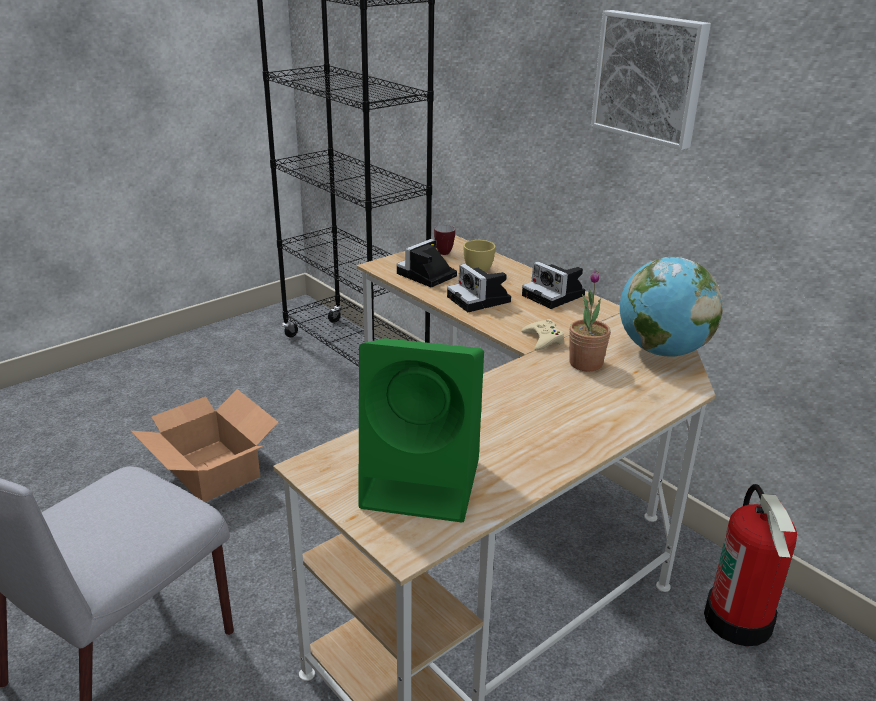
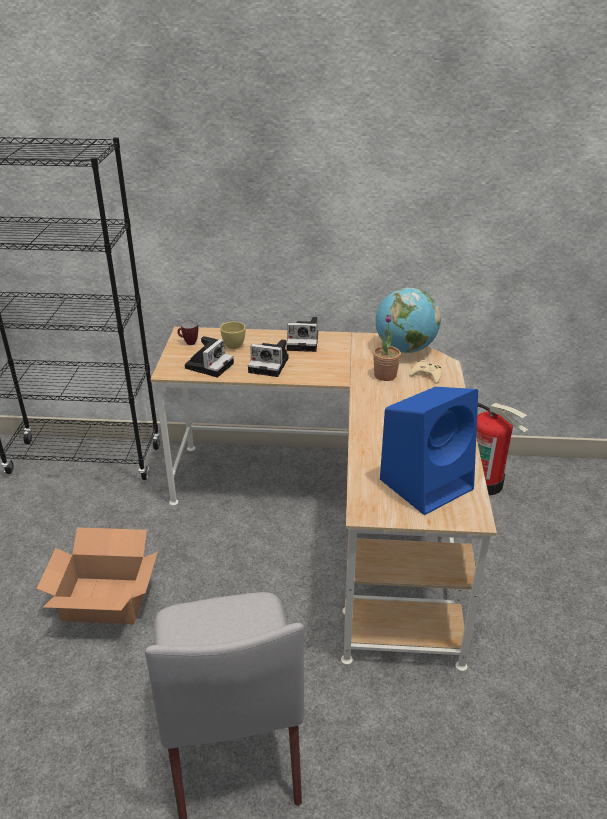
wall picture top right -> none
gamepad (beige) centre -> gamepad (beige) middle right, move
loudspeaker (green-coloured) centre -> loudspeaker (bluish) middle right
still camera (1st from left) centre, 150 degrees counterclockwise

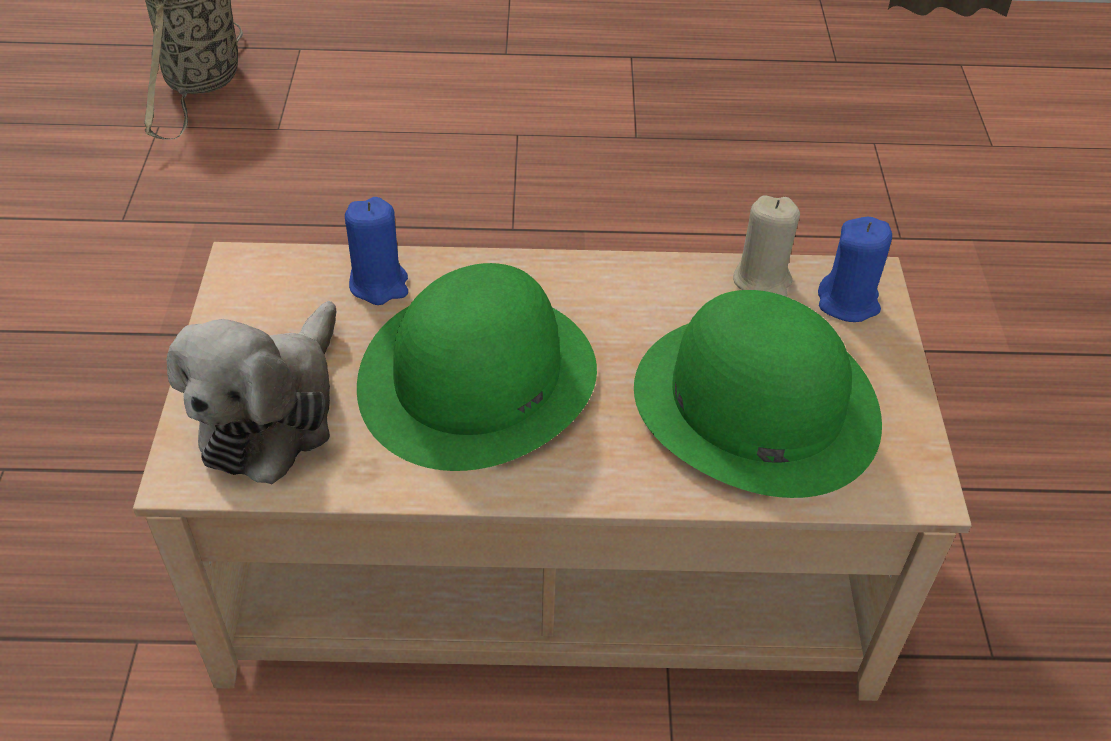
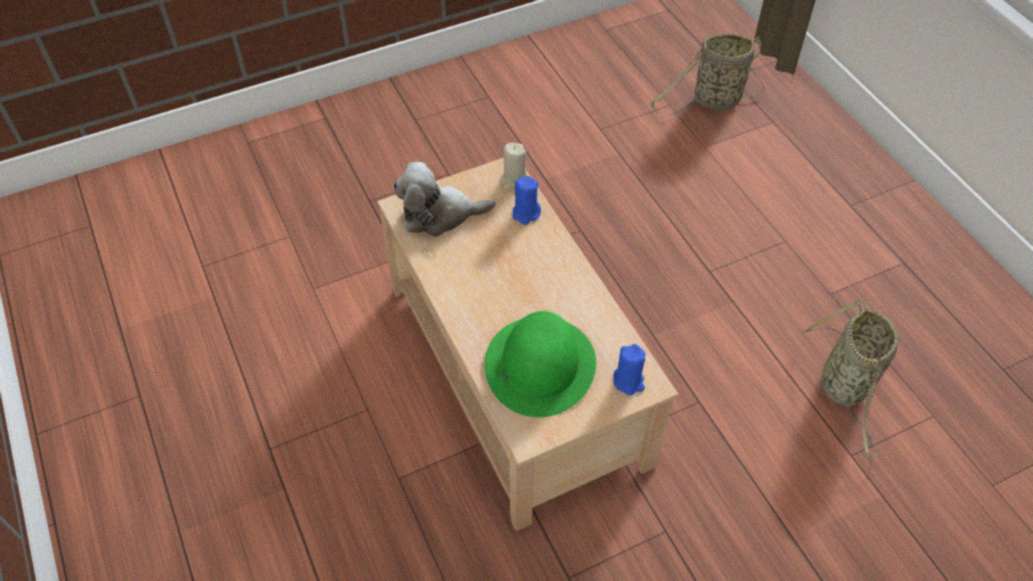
wearable hat (green-coloured) (1st from left) centre -> none
none -> household basket (2nd from left) middle right
wax candle (beige) top right -> wax candle (beige) top centre, move

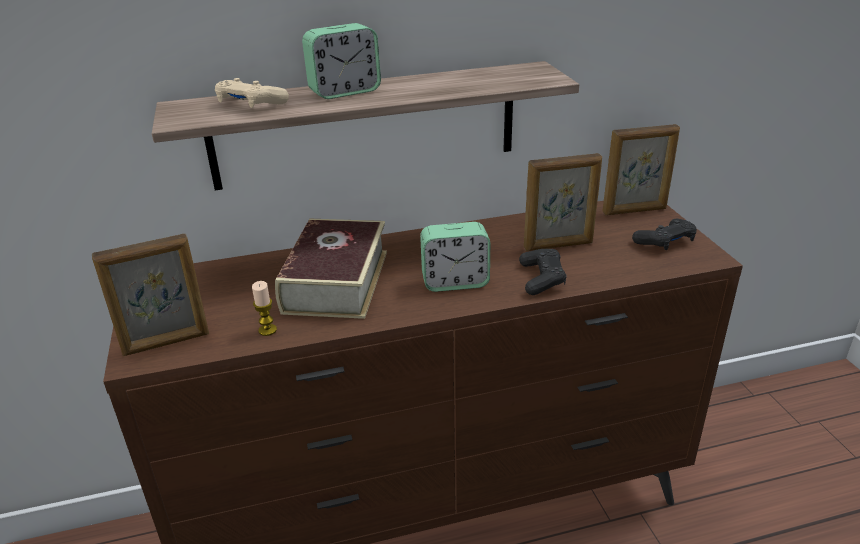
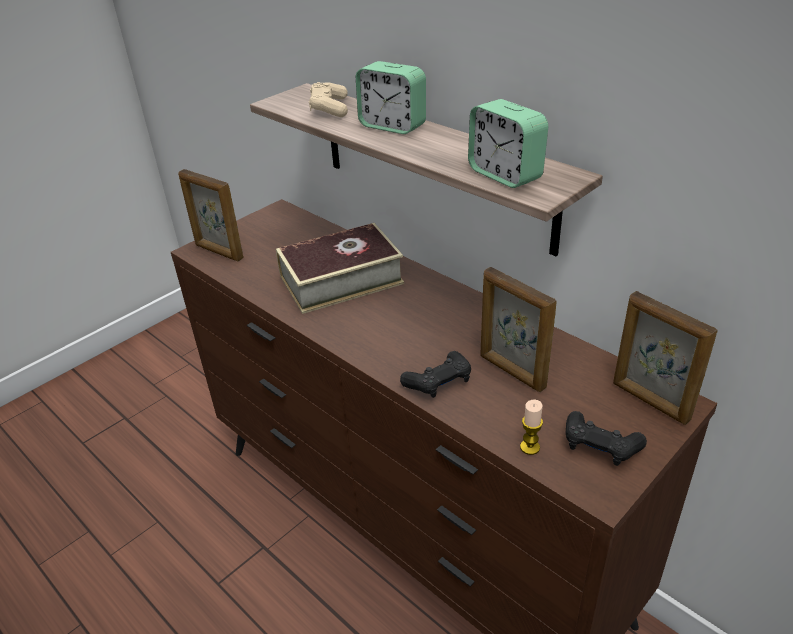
wax candle middle left -> wax candle bottom right, move
bedside clock (2nd from left) centre -> bedside clock (2nd from left) top centre, move

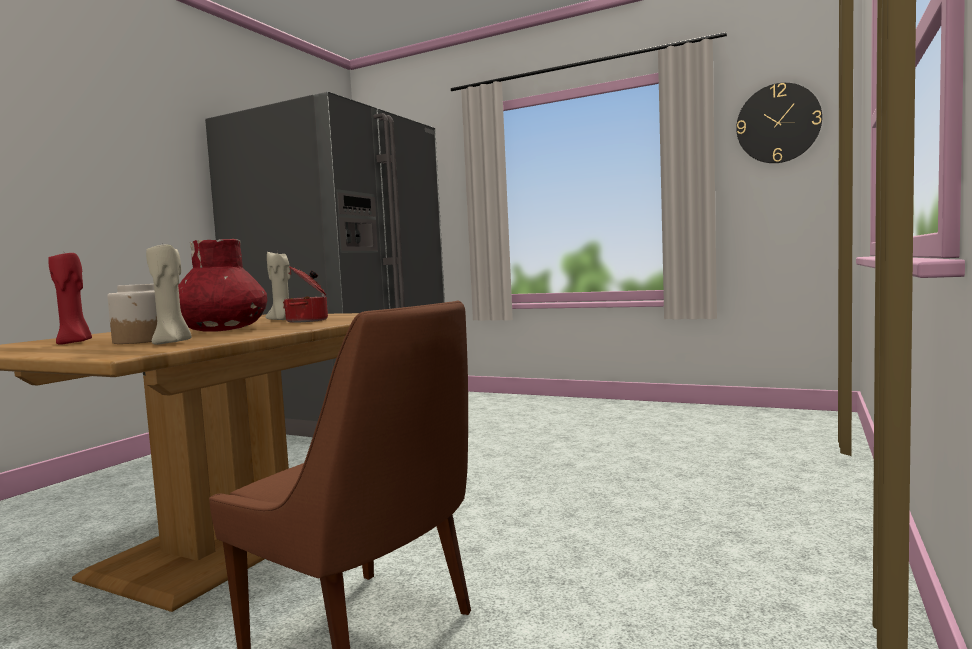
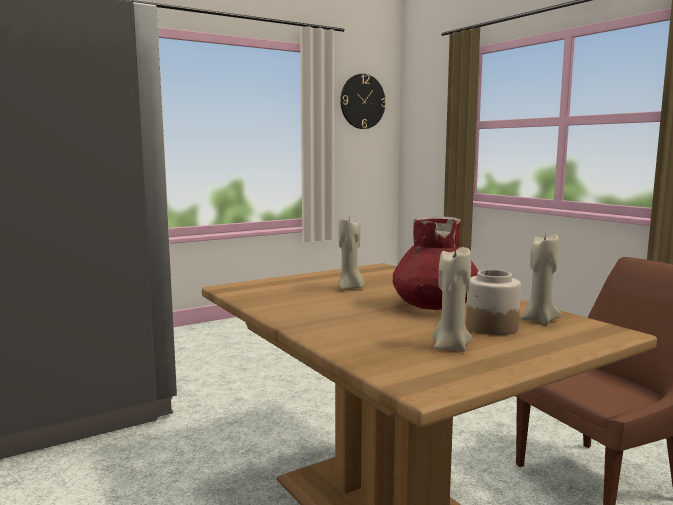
stockpot middle left -> none
wax candle (reddish) middle left -> wax candle (beige) (2nd from left) middle right

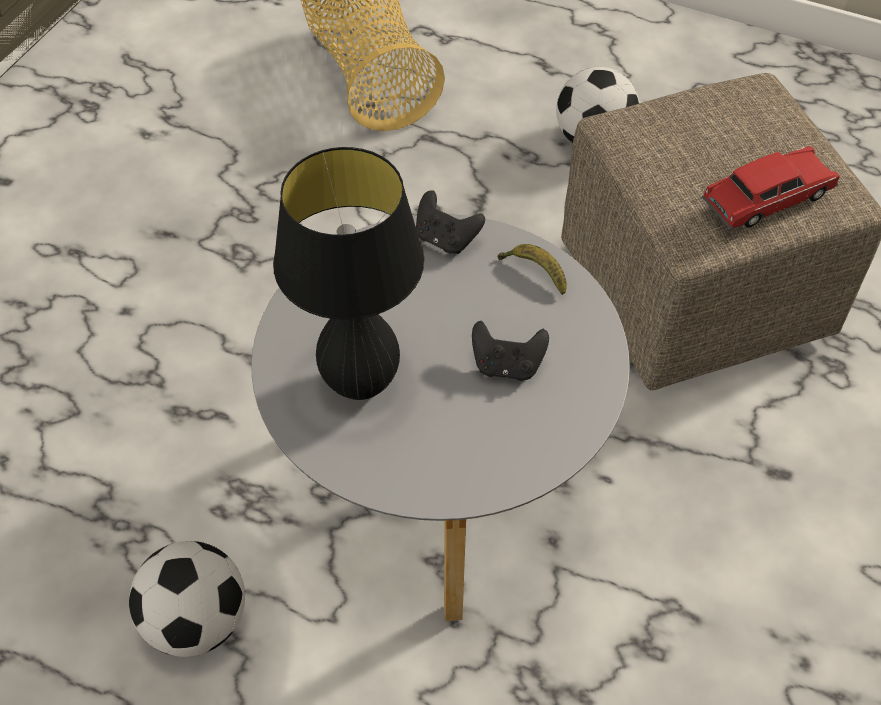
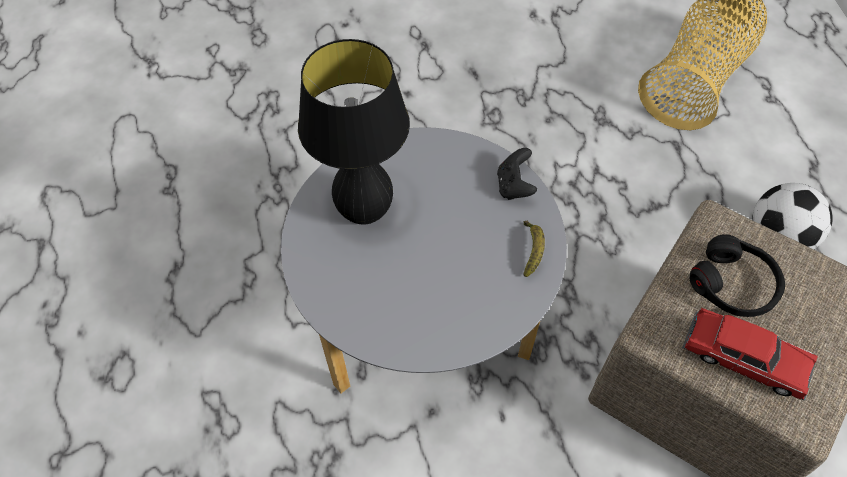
football (1st from left) bottom left -> none
gamepad (blackish) (2nd from left) centre -> none
none -> headphones (blackish) middle right

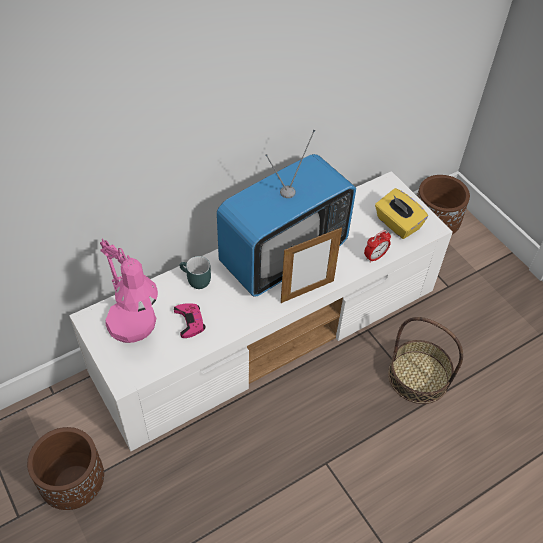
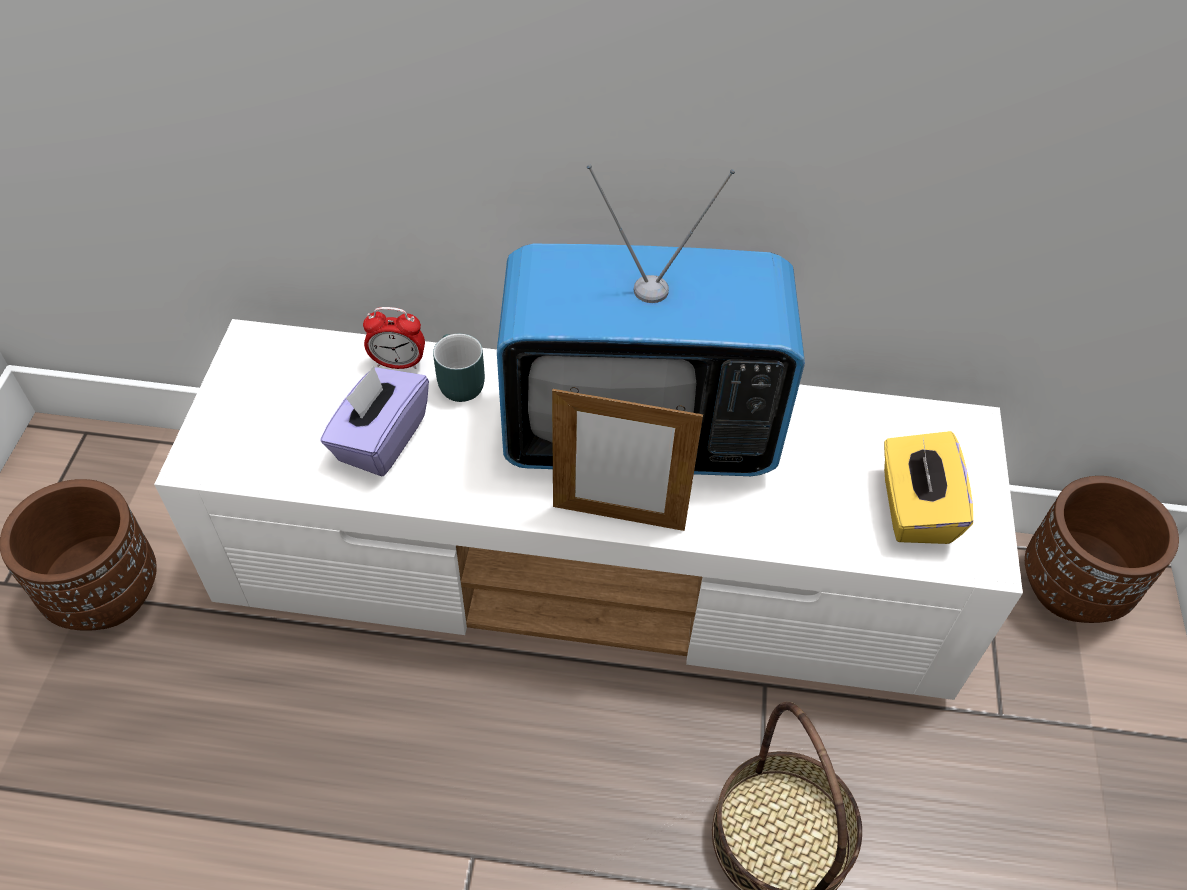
lamp for a table (pink) middle left -> none
bedside clock middle right -> bedside clock middle left, move
gamepad (pink) centre -> tissue box (purple) middle left

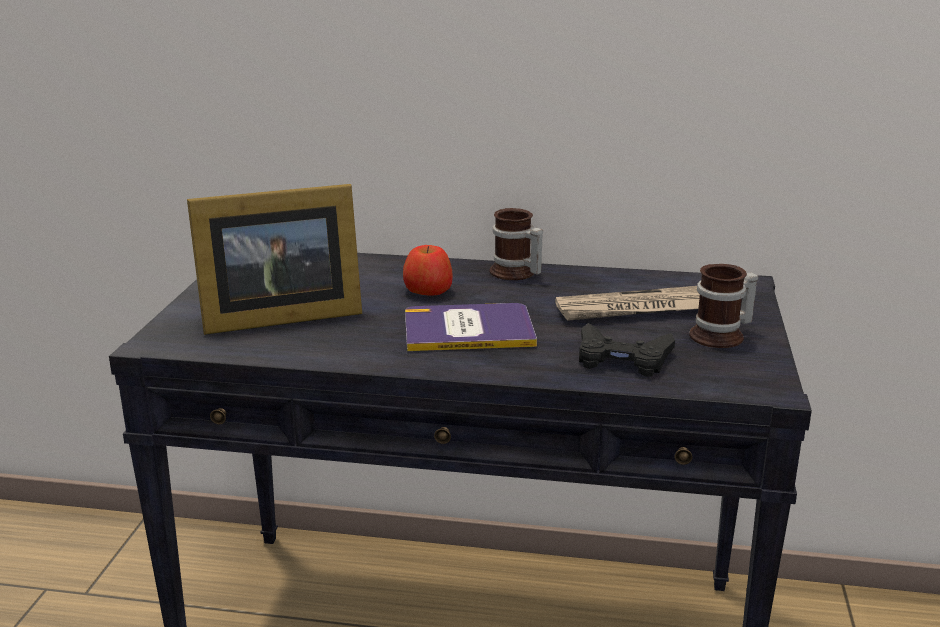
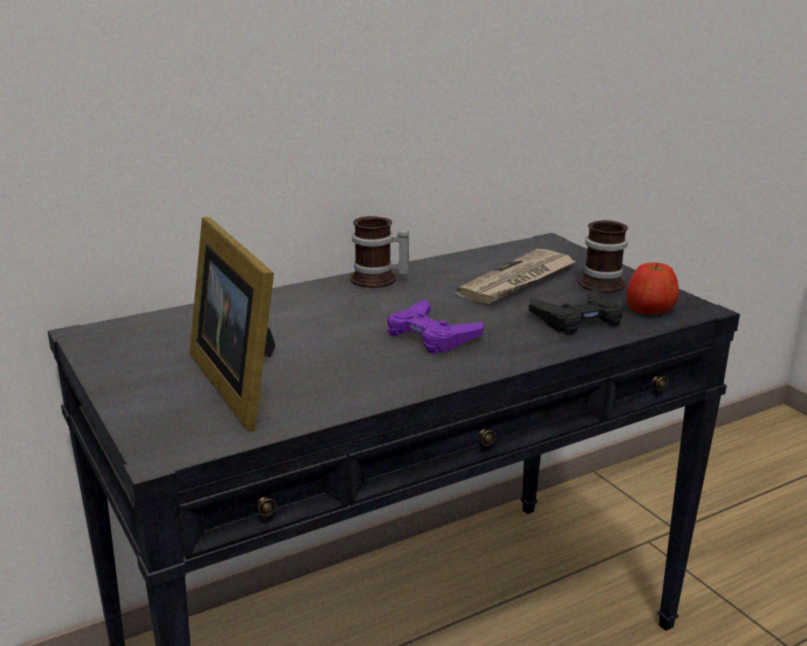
apple centre -> apple middle right, move
book centre -> gamepad (purple) centre
standing frame middle left, 120 degrees clockwise

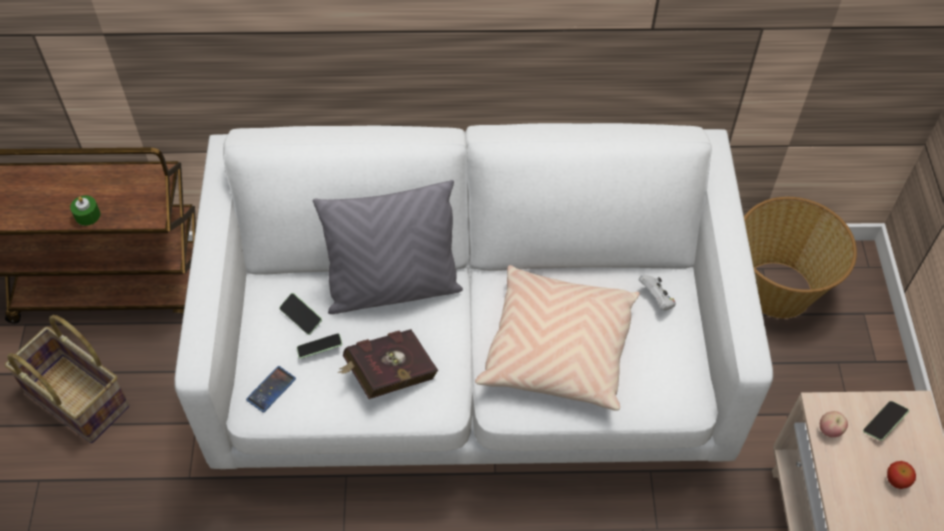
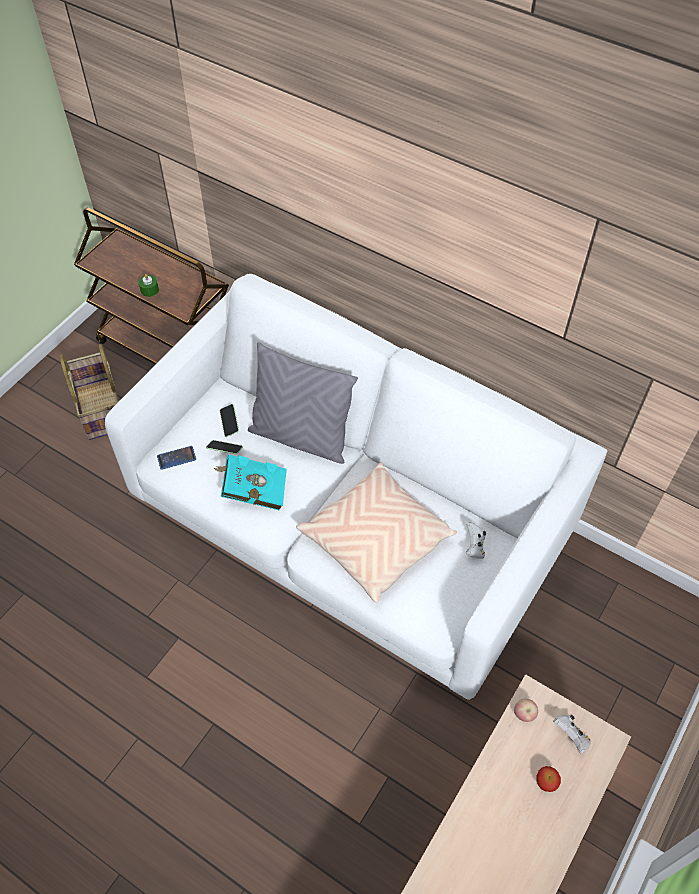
household basket (2nd from left) middle right -> none
phone (4th from left) bottom right -> gamepad (whitish) (2nd from left) bottom right
book (reddish) bottom centre -> book (blue-green) centre

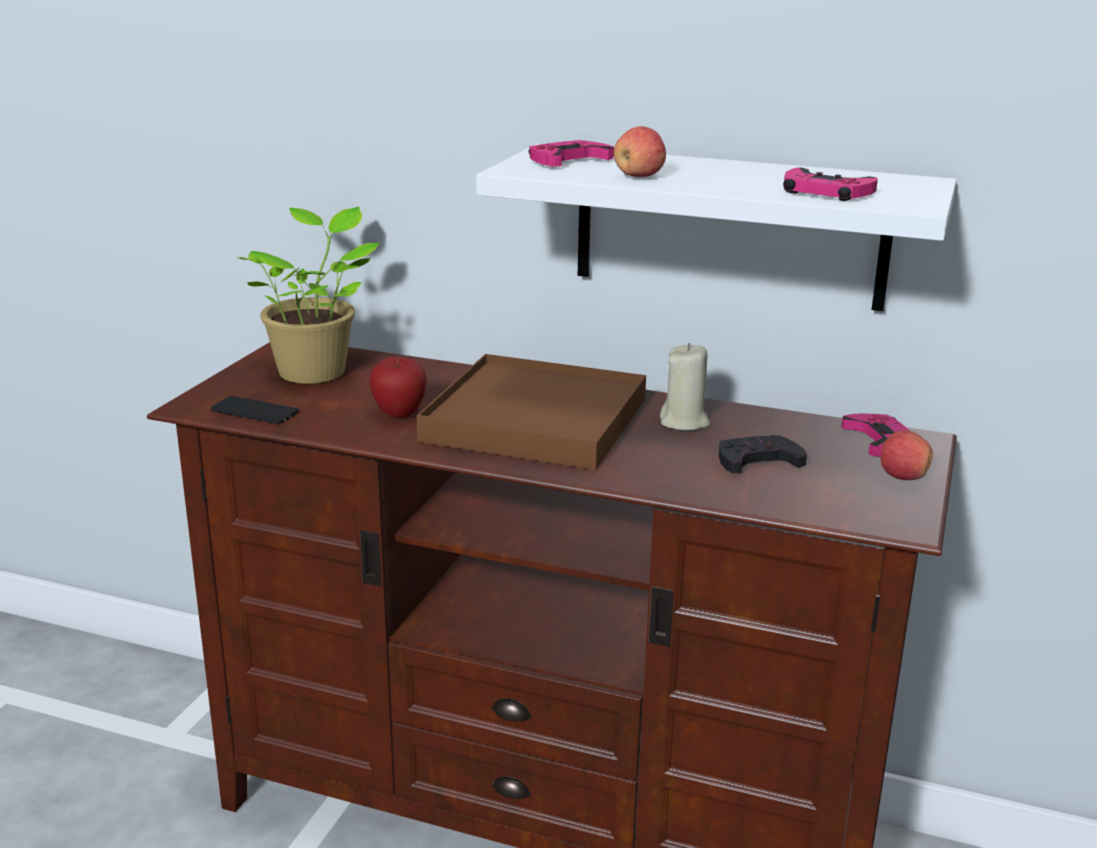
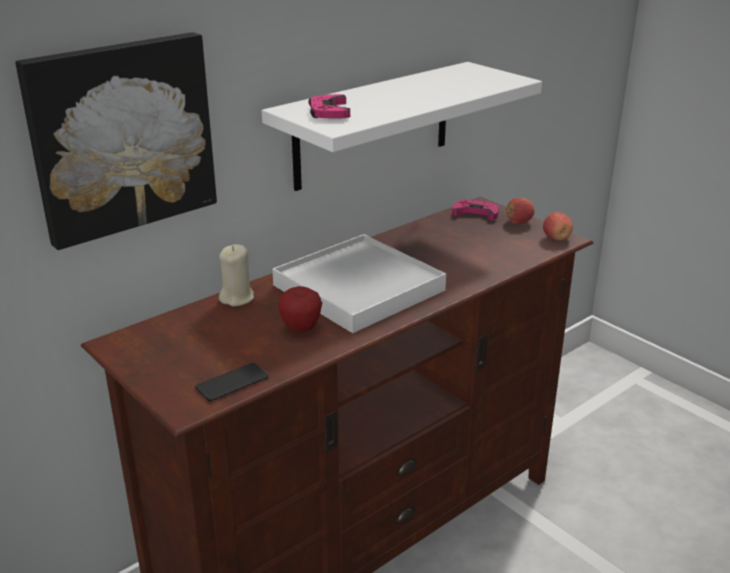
potted plant middle left -> none
gamepad (blackish) middle right -> none
gamepad (pink) (2nd from left) top right -> none
none -> wall picture top left
apple (2nd from left in the first image) top centre -> apple (3rd from left) middle right, move
wax candle (beige) centre -> wax candle (beige) middle left, move
tray (brownish) centre -> tray (whitish) centre

